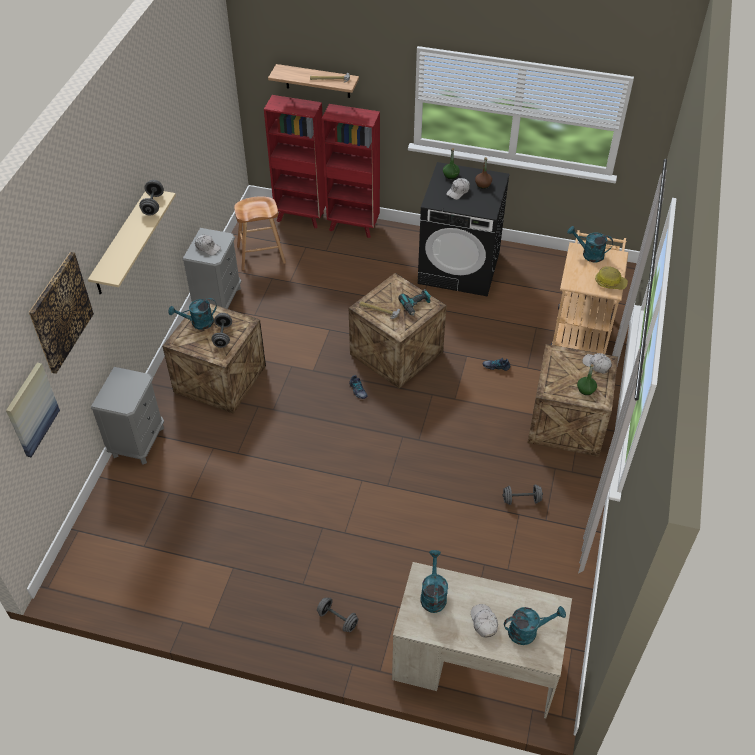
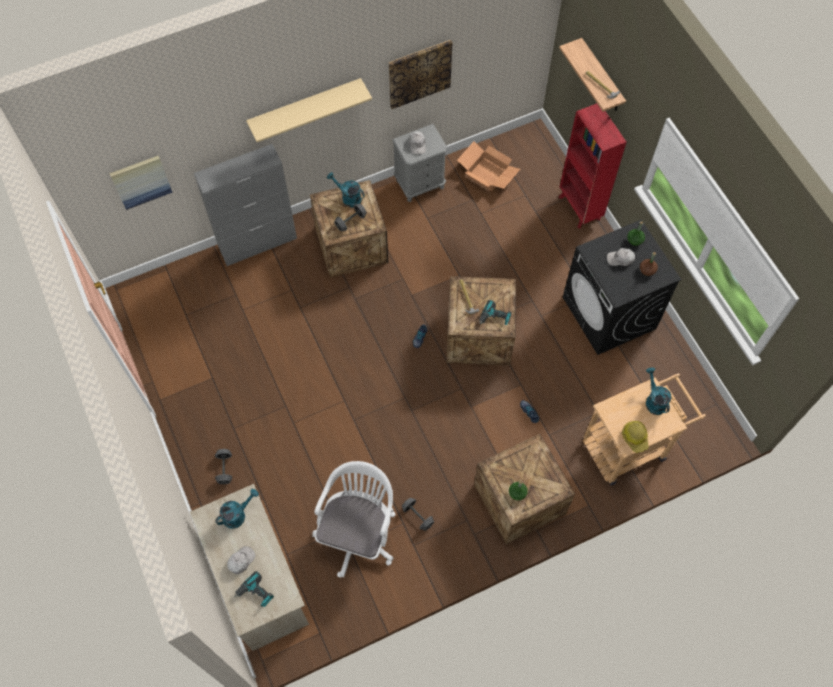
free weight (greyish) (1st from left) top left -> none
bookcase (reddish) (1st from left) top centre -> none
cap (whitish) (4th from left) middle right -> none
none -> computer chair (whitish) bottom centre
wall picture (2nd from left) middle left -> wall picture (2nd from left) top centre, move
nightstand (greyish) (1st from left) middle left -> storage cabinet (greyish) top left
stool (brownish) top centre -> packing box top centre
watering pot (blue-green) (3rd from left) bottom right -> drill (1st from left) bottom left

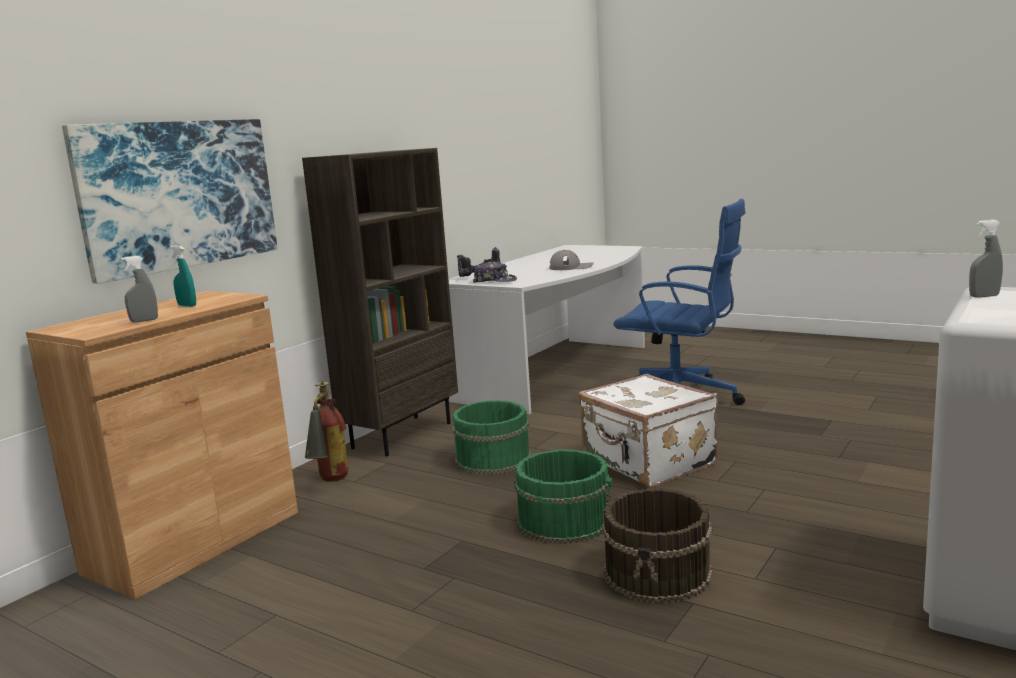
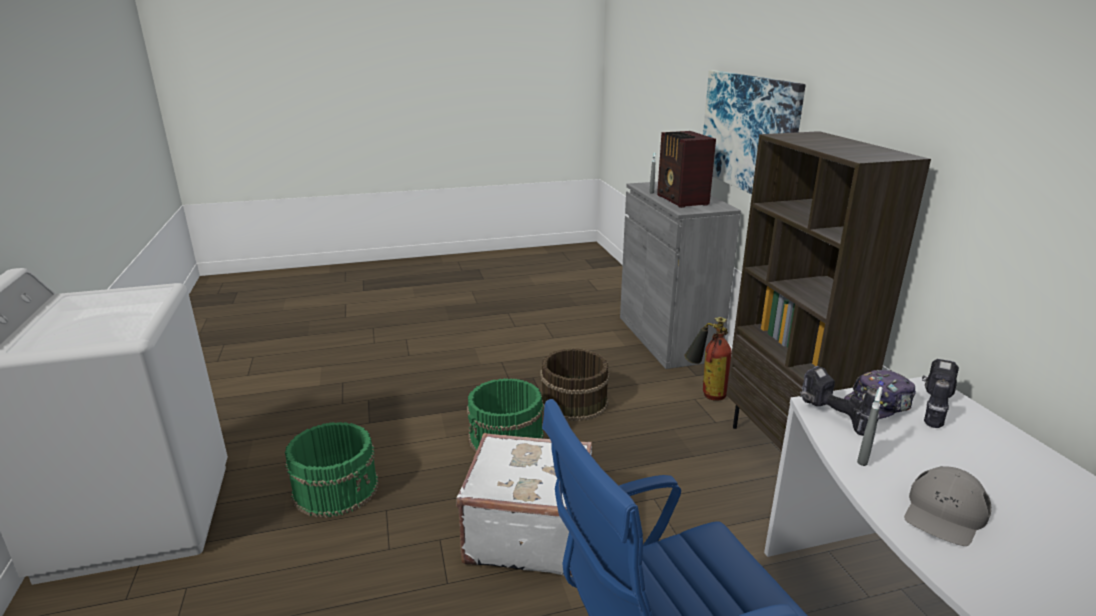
none -> drill (1st from left) middle right
water bucket (green-coloured) (1st from left) centre -> water bucket (green-coloured) (1st from left) bottom left, move
water bucket (brownish) bottom centre -> water bucket (brownish) centre, move
sprayer (greyish) (2nd from left) middle right -> sprayer (greyish) (2nd from left) bottom right, move
sprayer (blue-green) middle left -> radio top centre
storage cabinet (brownish) middle left -> storage cabinet (greyish) centre

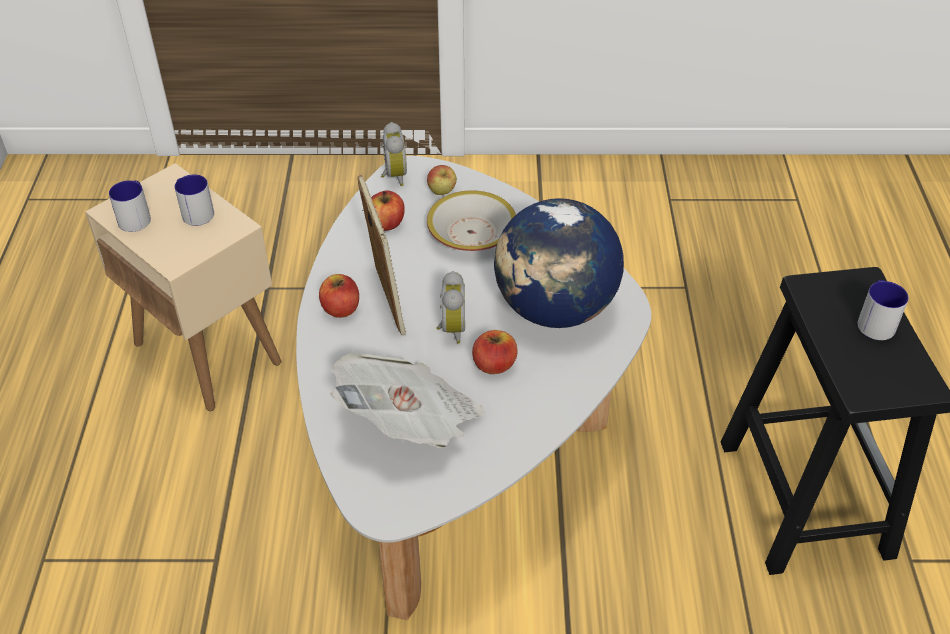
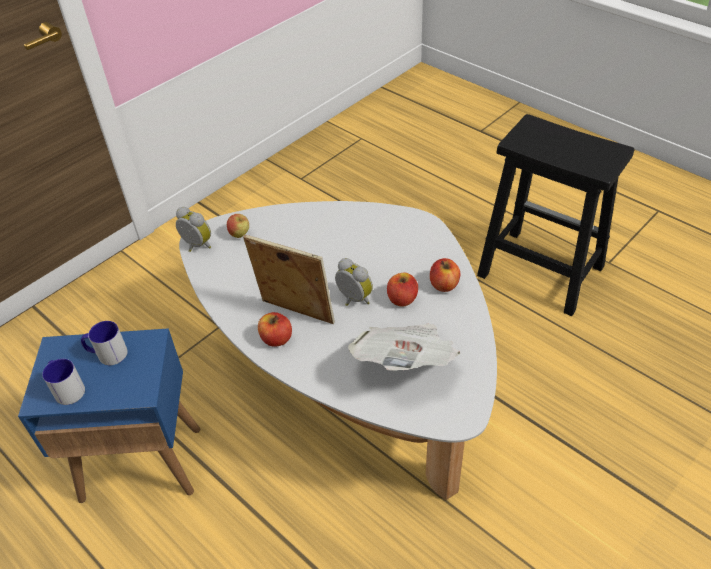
deep dish centre -> none
desk globe centre -> none
mug (3rd from left) middle right -> none
apple (2nd from left in the first image) top centre -> apple (4th from left) centre, move
accent table (beige) middle left -> accent table (bluish) bottom left

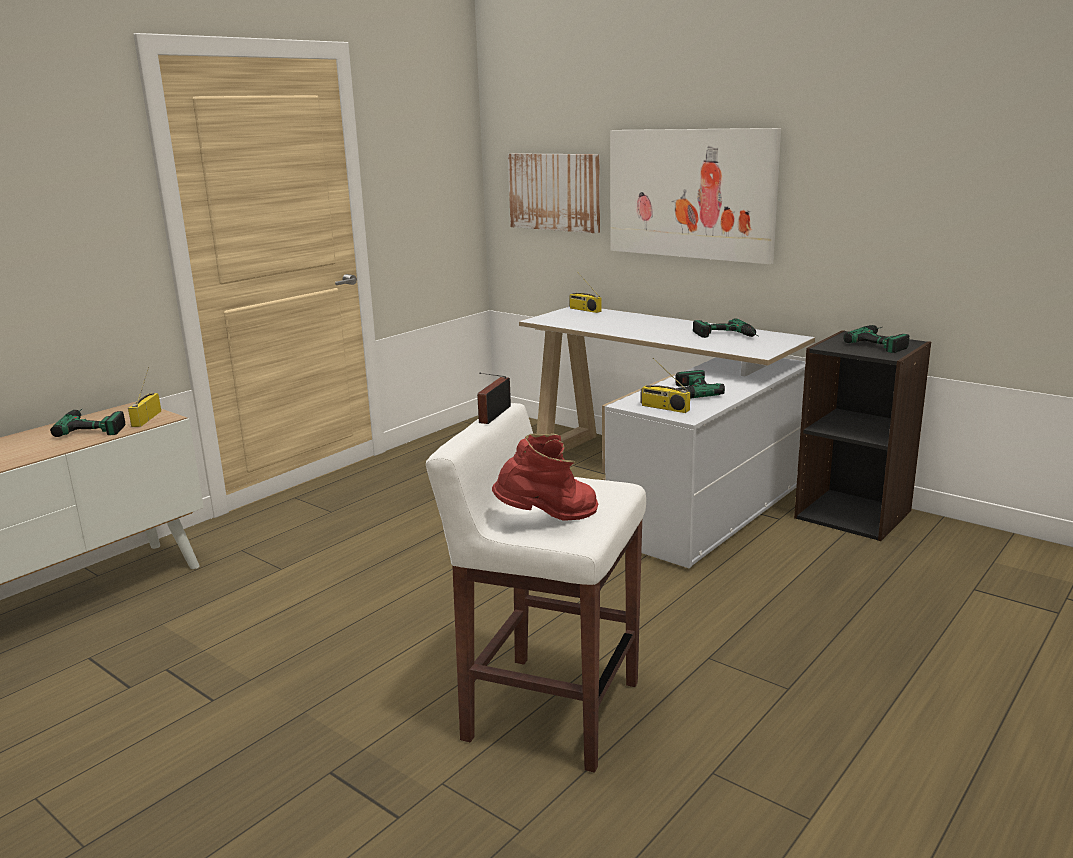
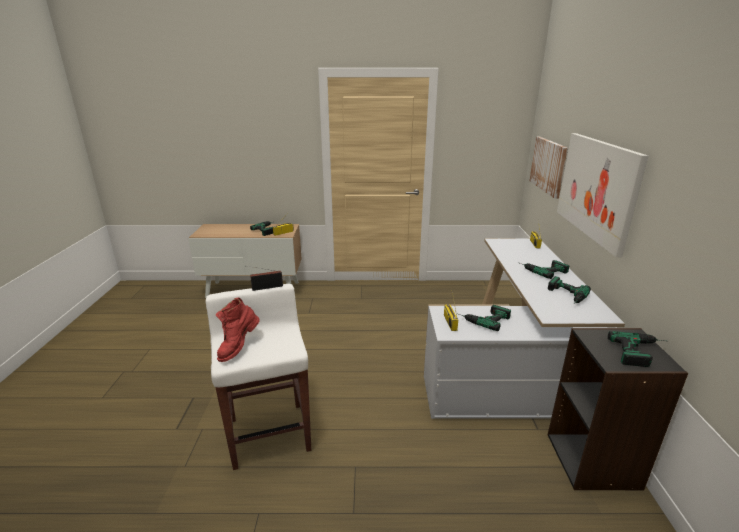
none -> drill (3rd from left) middle right
boot (reddish) centre -> boot (reddish) middle left, 90 degrees clockwise

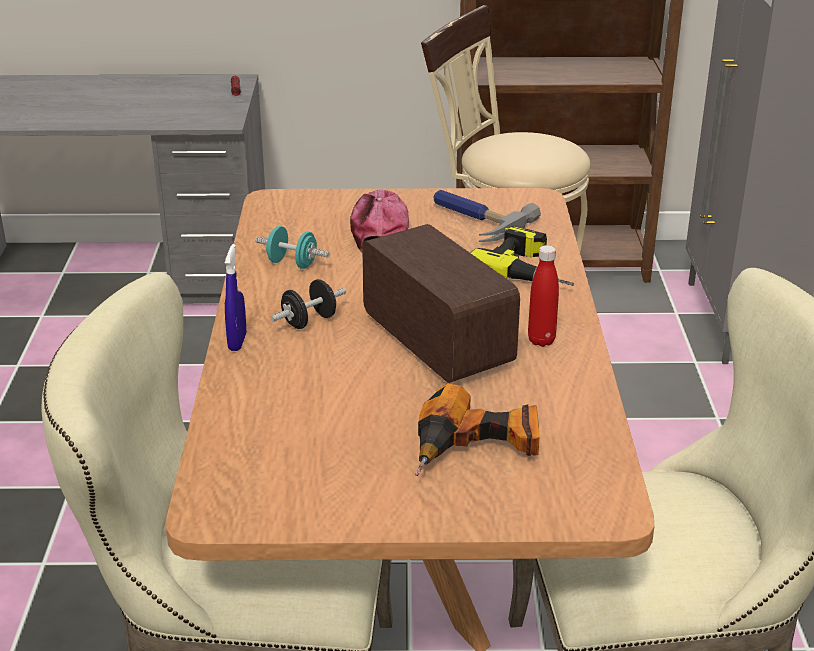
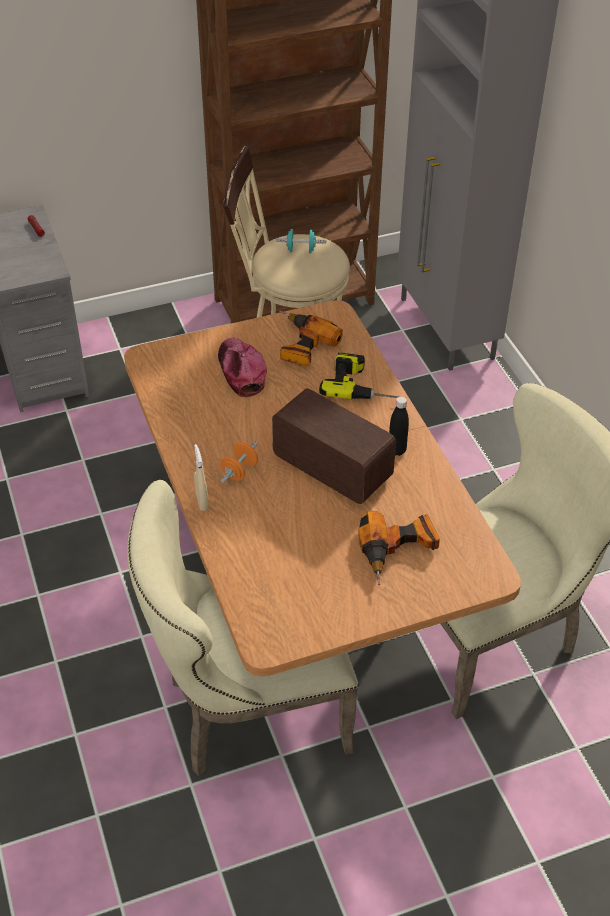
free weight (blue-green) centre -> free weight (blue-green) top centre, move
hammer top centre -> drill (1st from left) centre
sprayer (bluish) middle left -> sprayer (beige) middle left
free weight (blackish) centre -> free weight (orange) centre
bottle (reddish) middle right -> bottle (blackish) centre

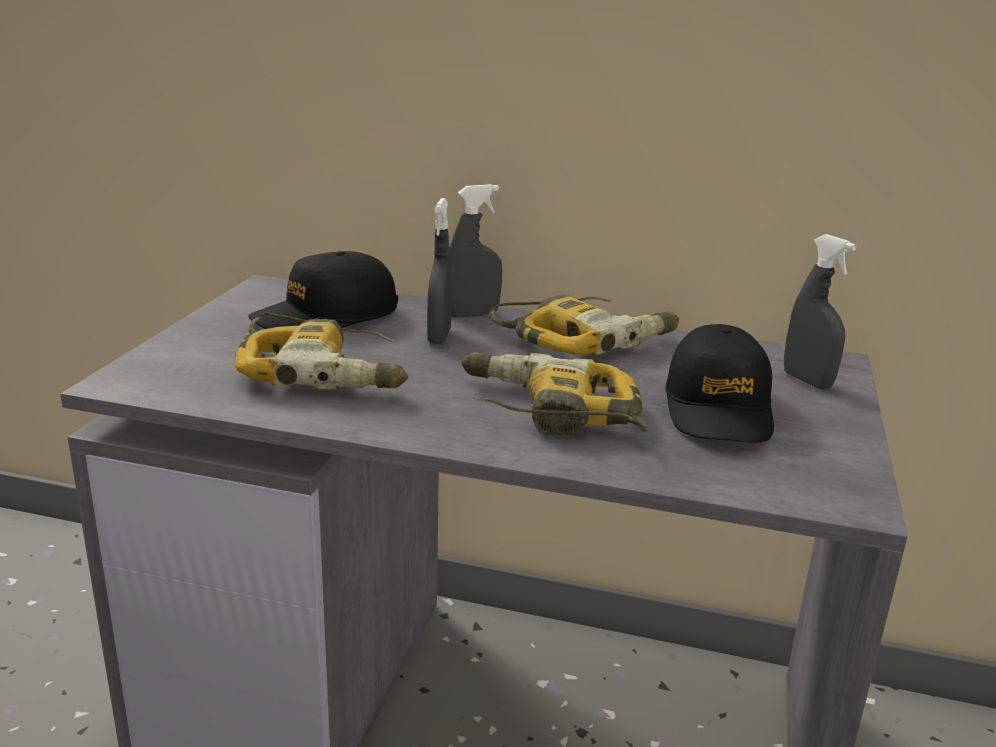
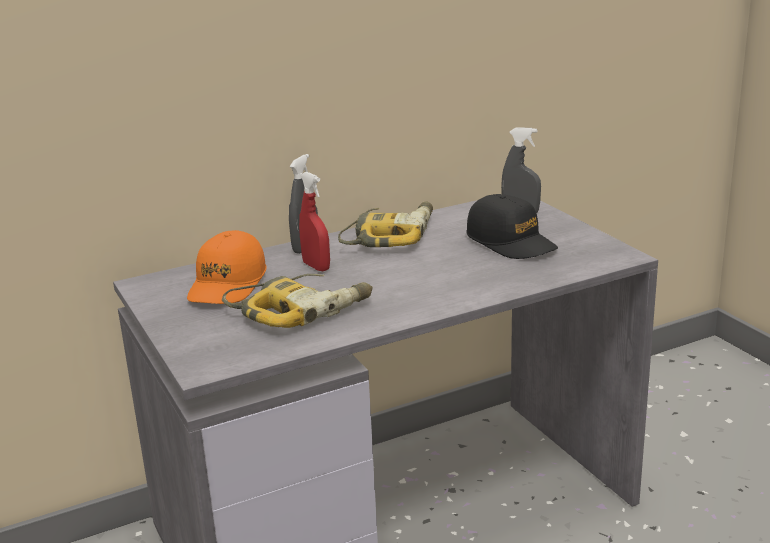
drill (2nd from left) centre -> none
cap (blackish) (1st from left) middle left -> cap (orange) middle left
sprayer (greyish) (1st from left) centre -> sprayer (reddish) centre

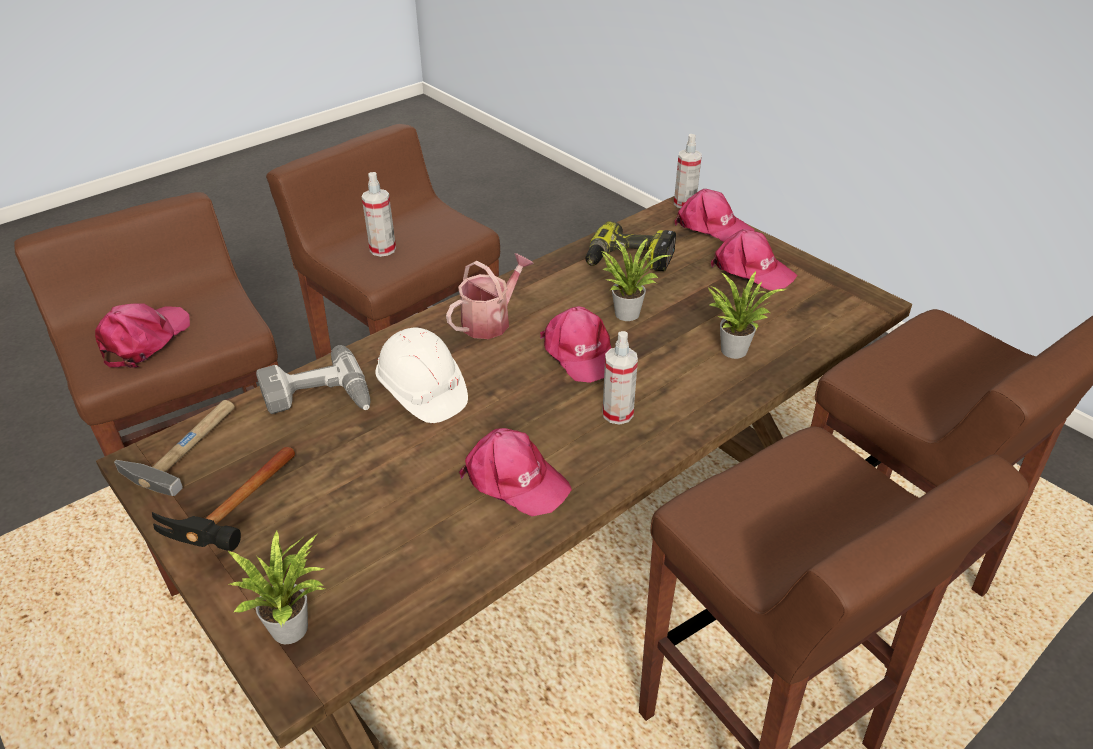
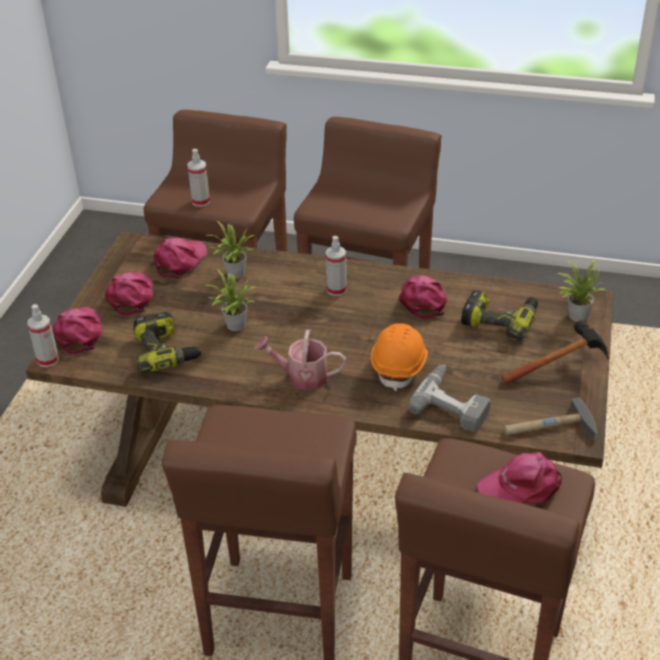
none -> drill (3rd from left) middle right
sprayer (1st from left in the first image) top centre -> sprayer (2nd from left) top left, move
cap (pink) (3rd from left) centre -> cap (pink) (3rd from left) middle left, move
work helmet (whitish) centre -> work helmet (orange) centre

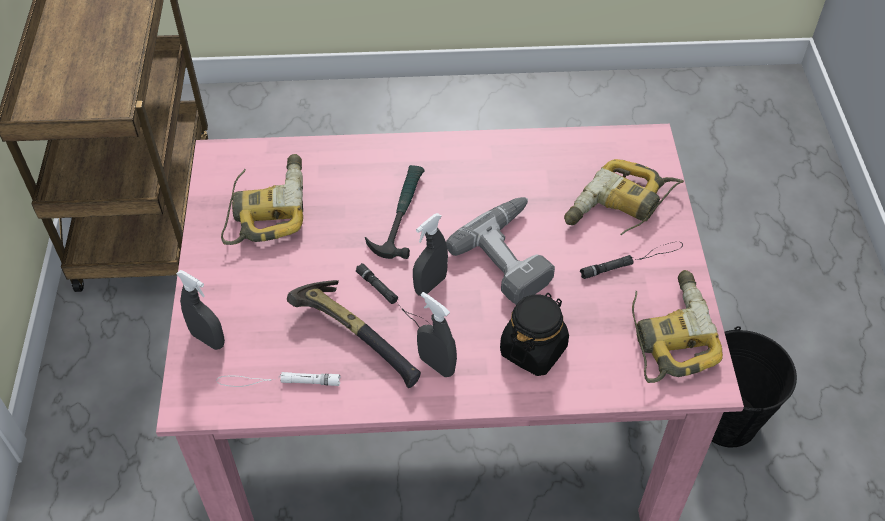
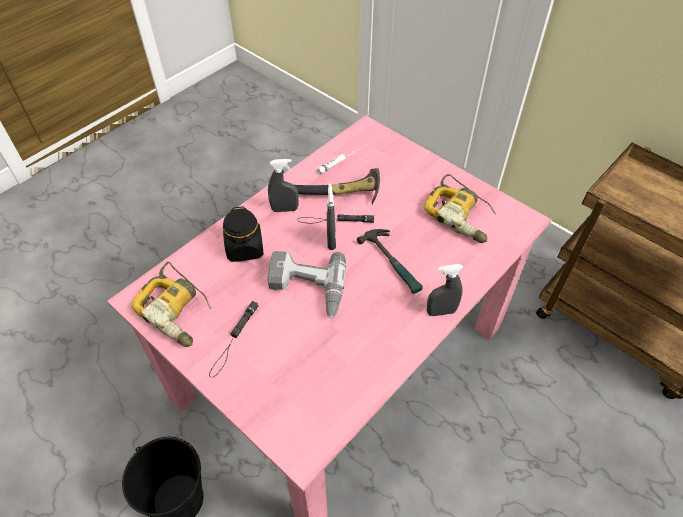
drill (3rd from left) middle right -> none
sprayer (greyish) (1st from left in the first image) middle left -> sprayer (greyish) (3rd from left) centre, move

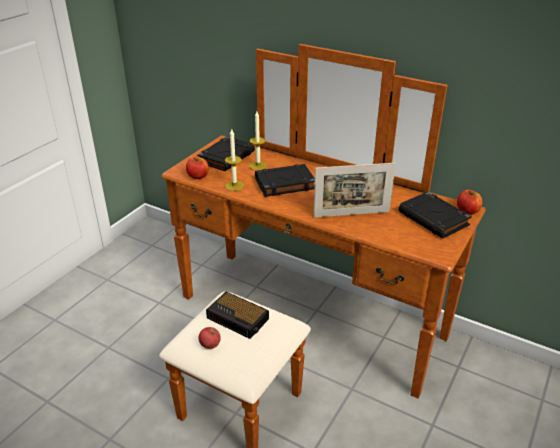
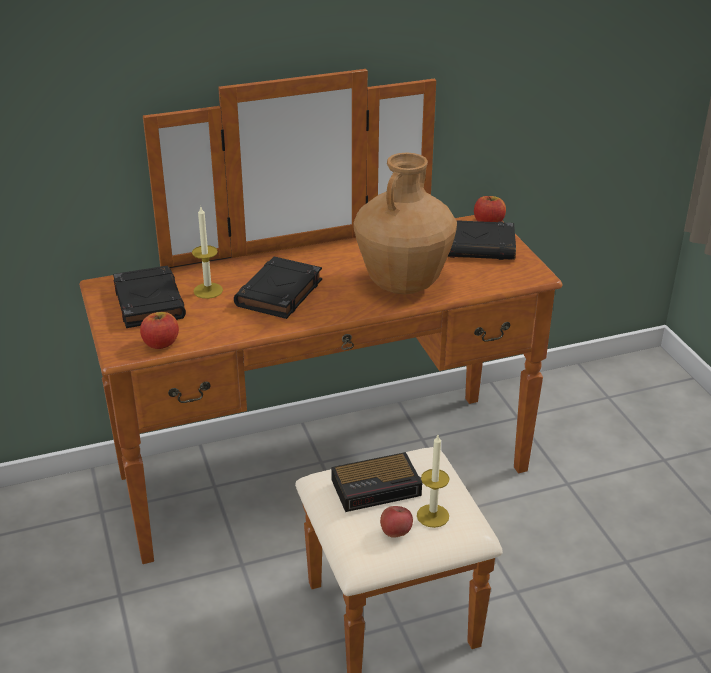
wax candle (1st from left in the first image) centre -> wax candle (2nd from left) bottom centre, move
standing frame centre -> decorative vase (brownish) top centre

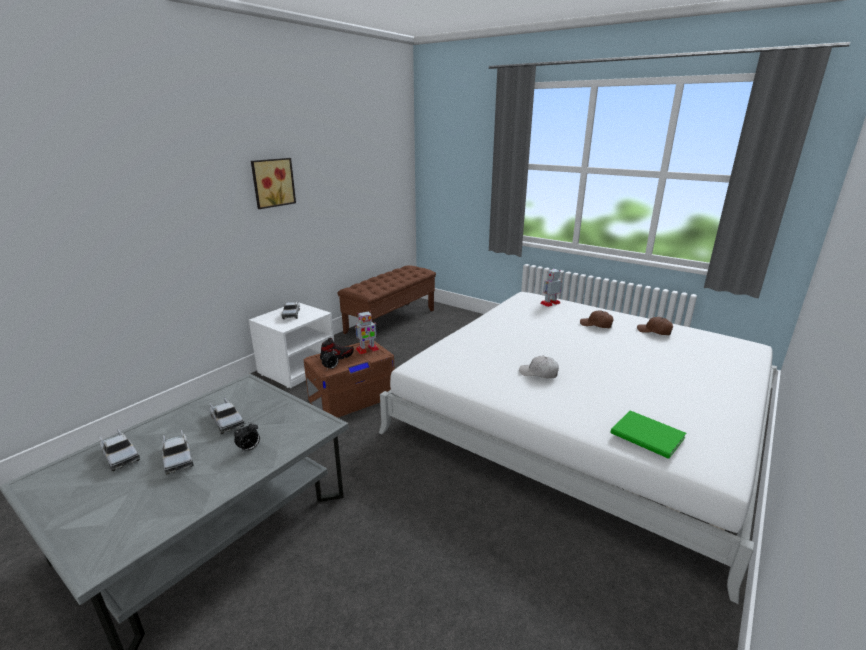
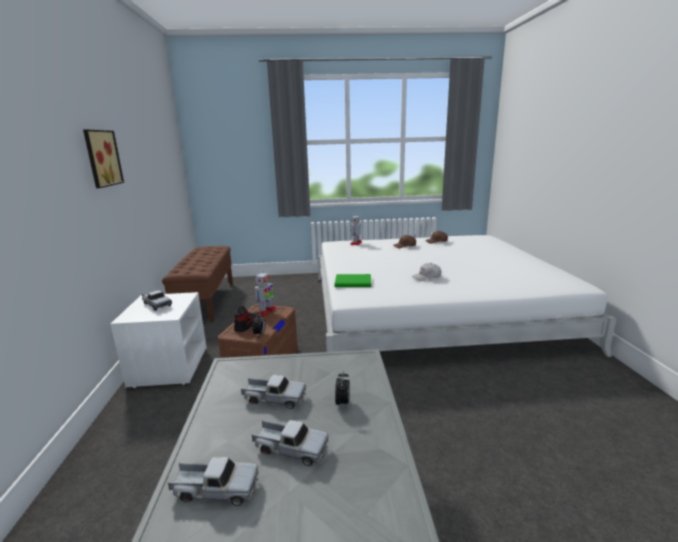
book (green-coloured) bottom right -> book (green-coloured) centre, move

